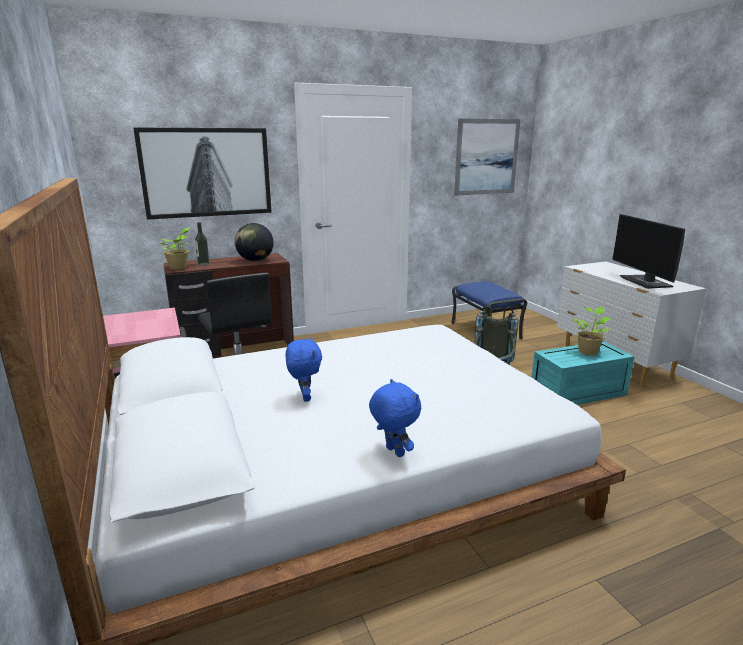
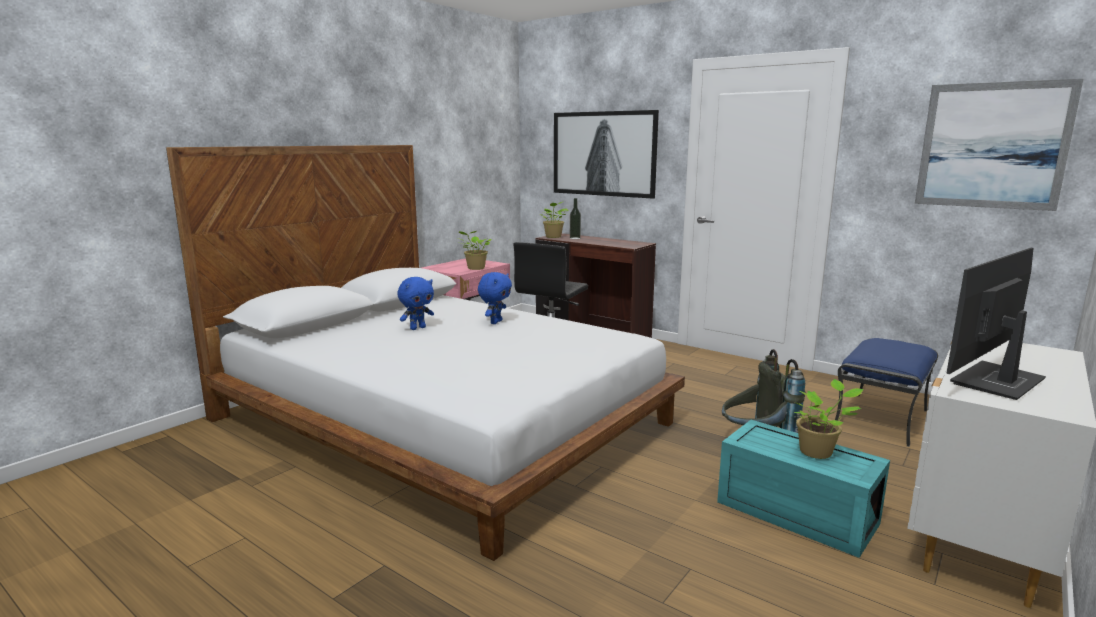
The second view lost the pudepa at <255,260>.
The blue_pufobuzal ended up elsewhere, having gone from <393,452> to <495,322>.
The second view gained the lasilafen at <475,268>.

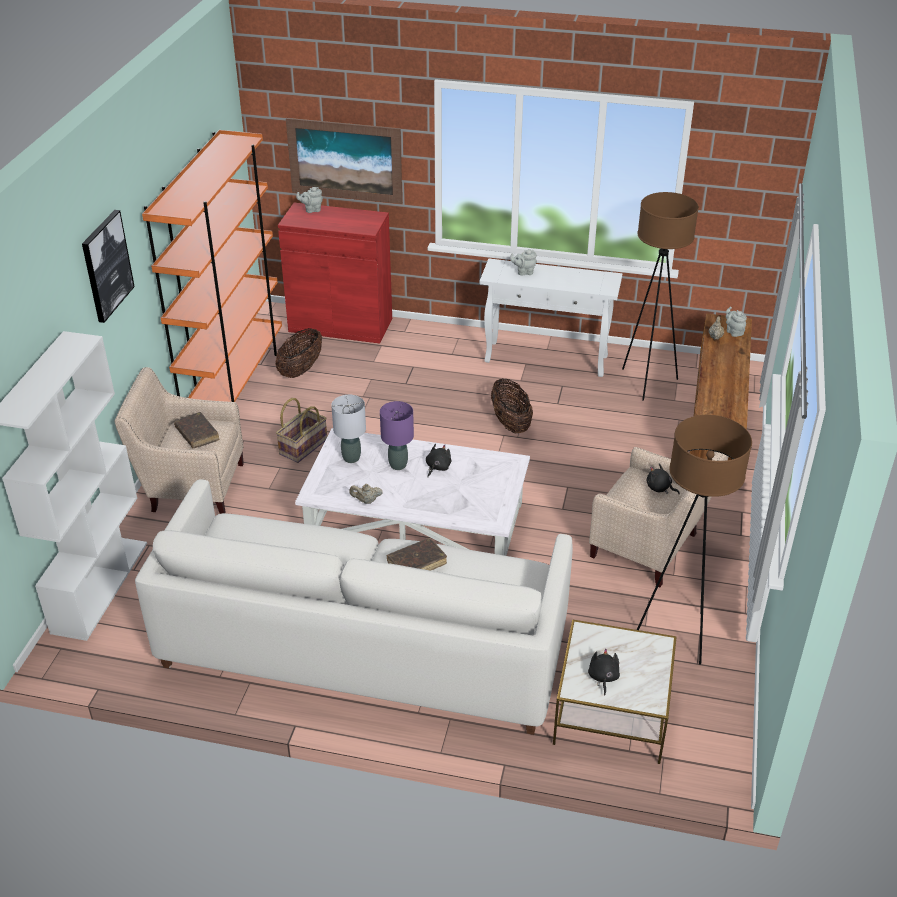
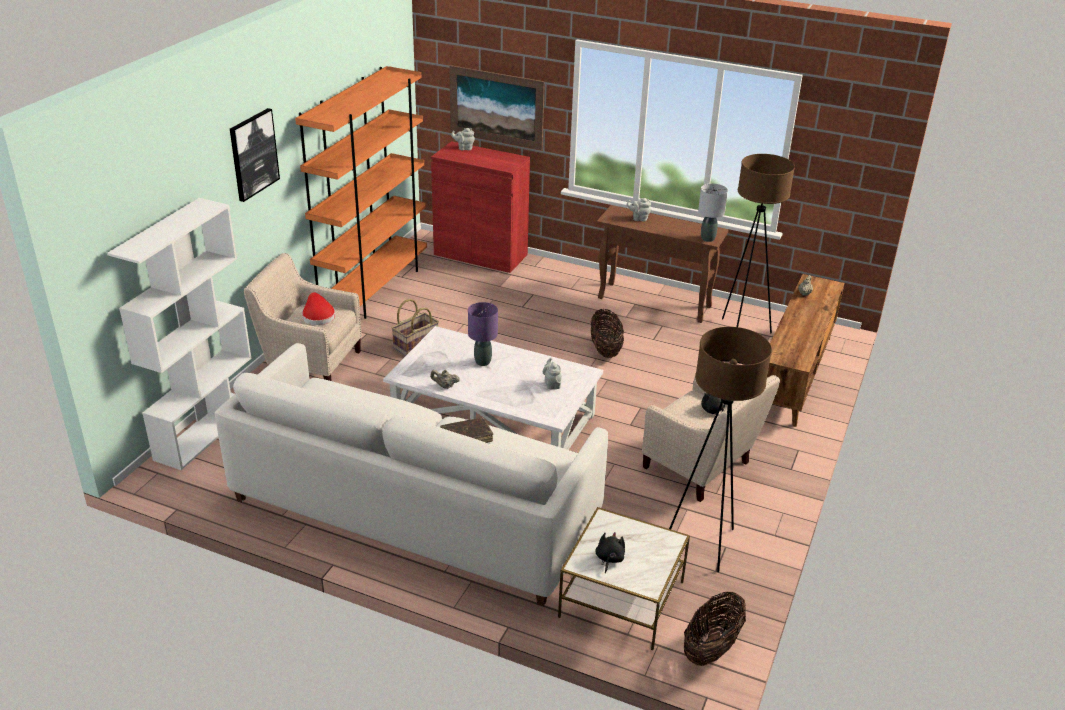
Where the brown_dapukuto stood at <197,434>, the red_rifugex came to stand at <318,316>.
The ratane ended up elsewhere, having gone from <300,369> to <711,648>.
The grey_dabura ended up elsewhere, having gone from <351,458> to <708,238>.
The second view lost the black_pufobuzal at <437,467>.
What was the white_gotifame at <547,359> turned into the brown_gotifame at <655,302>.
The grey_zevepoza ended up elsewhere, having gone from <733,332> to <552,384>.

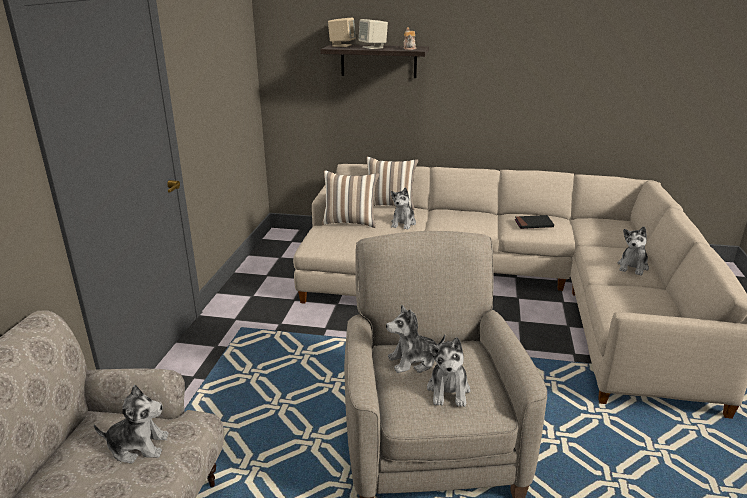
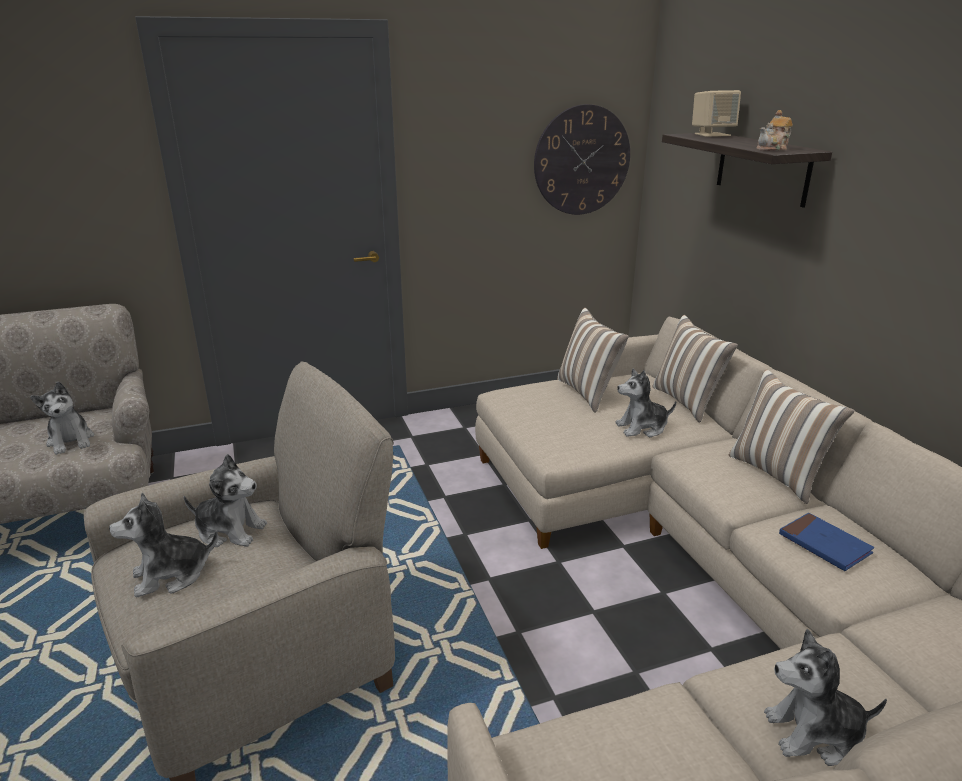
The second view lost the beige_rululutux at <373,47>.
The pufobuzal at <413,361> ended up facing another way, 150 degrees clockwise from before.
What was the black_dapukuto at <533,224> turned into the blue_dapukuto at <824,544>.
The second view gained the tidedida at <582,160>.
The second view gained the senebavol at <778,474>.

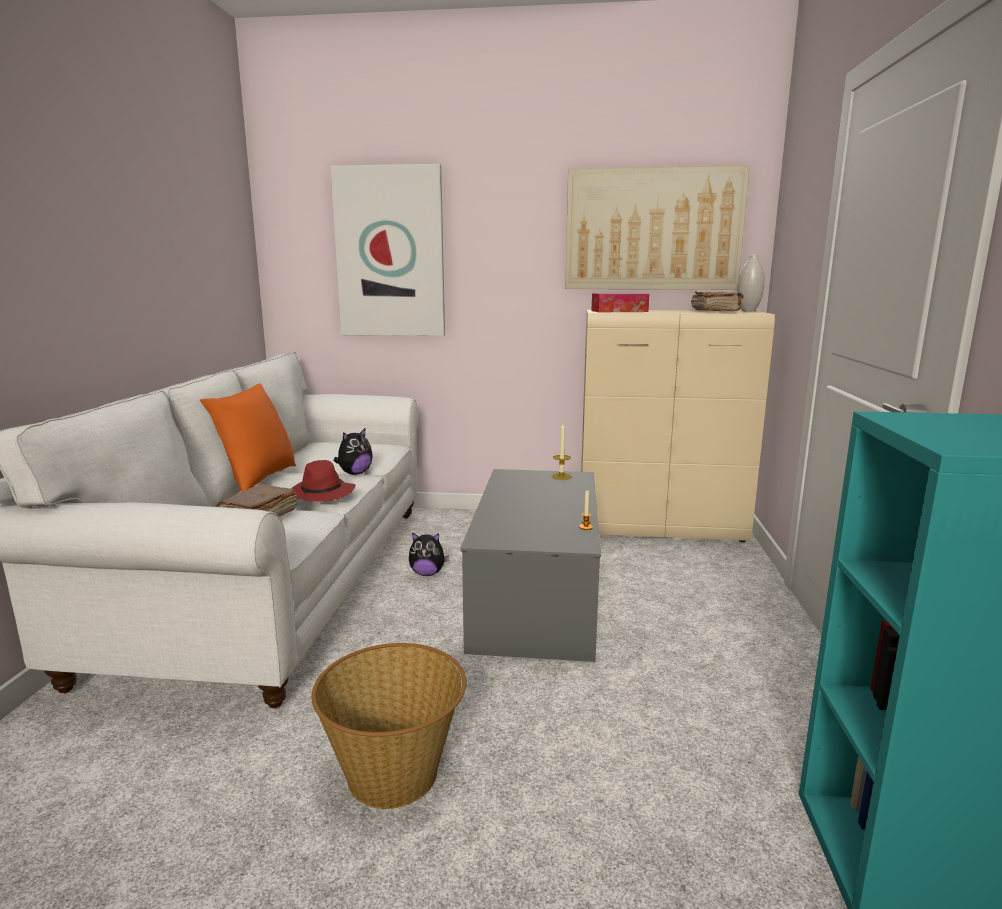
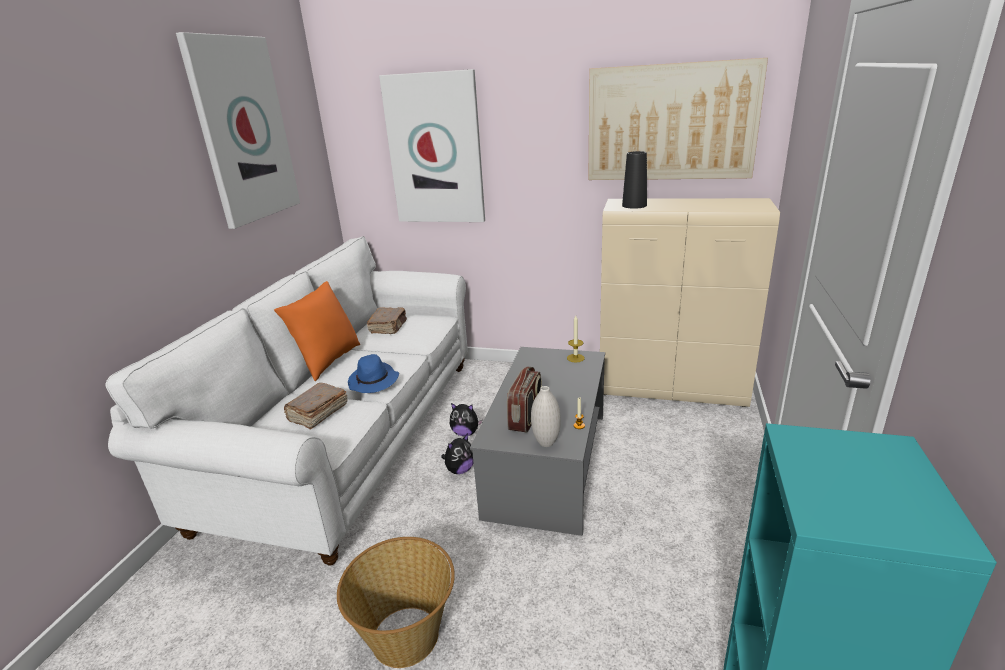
What was the red_rifugex at <323,494> turned into the blue_rifugex at <374,381>.
The pufobuzal ended up elsewhere, having gone from <355,473> to <460,470>.
Where the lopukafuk stood at <619,311>, the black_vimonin came to stand at <634,205>.
The brown_dapukuto ended up elsewhere, having gone from <715,311> to <389,327>.
The white_vimonin ended up elsewhere, having gone from <748,311> to <546,443>.
The second view gained the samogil at <243,131>.
The second view gained the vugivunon at <526,417>.

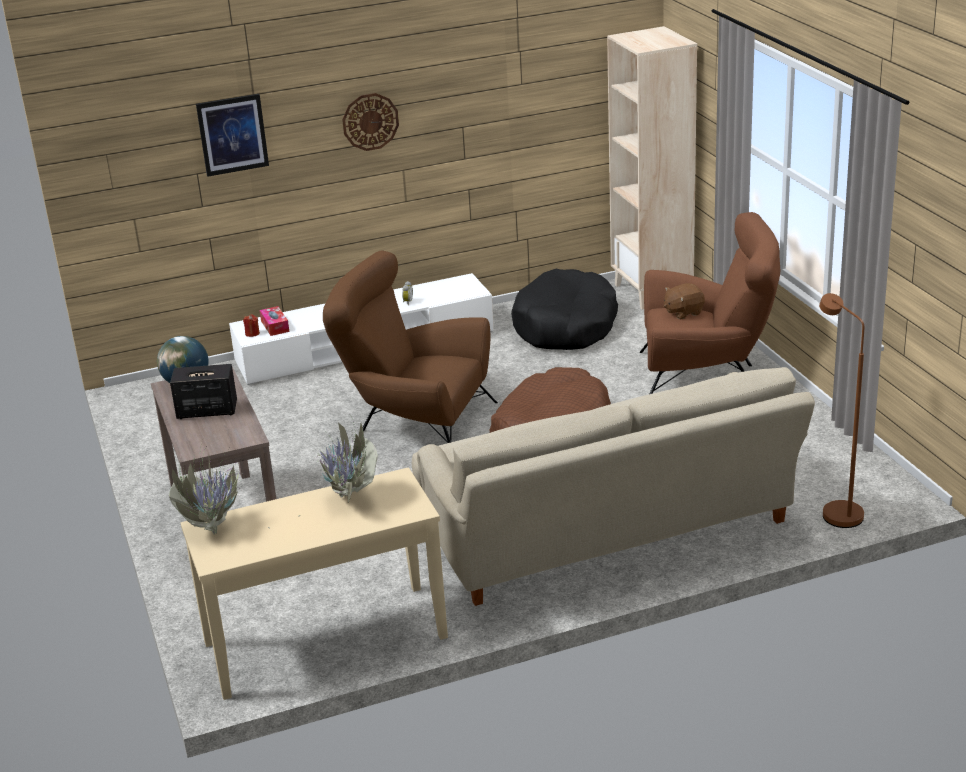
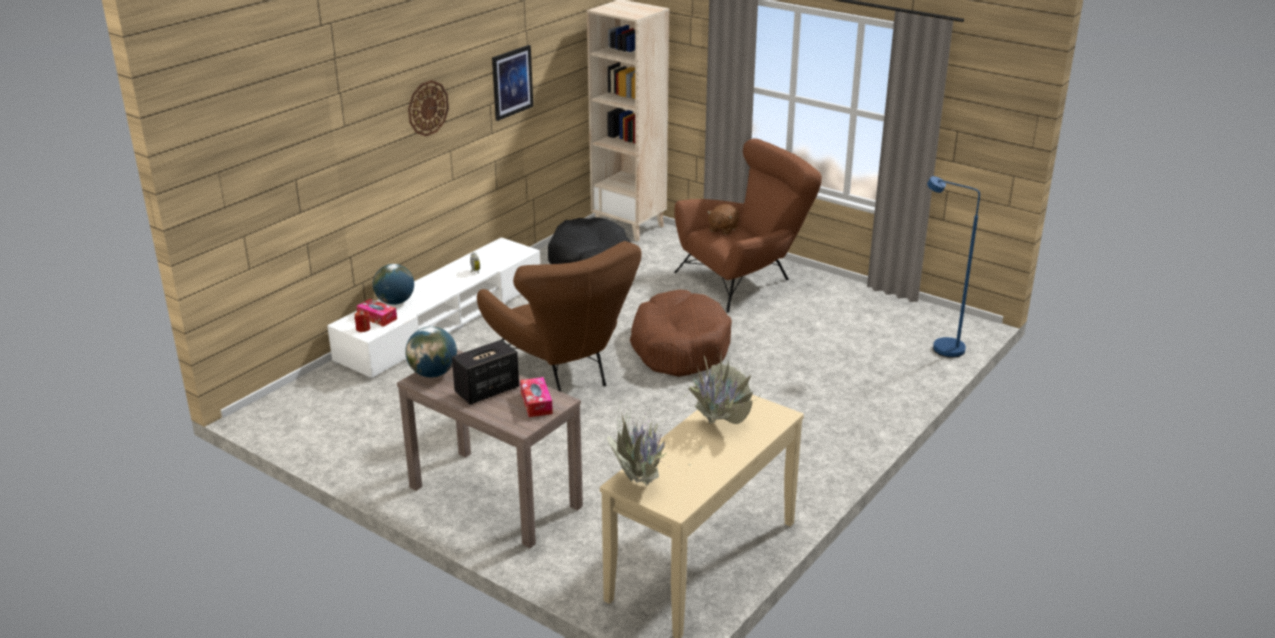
The samogil ended up elsewhere, having gone from <232,134> to <512,82>.
The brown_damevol at <414,424> ended up facing another way, 105 degrees counterclockwise from before.
The second view lost the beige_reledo at <609,532>.
What was the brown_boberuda at <836,510> turned into the blue_boberuda at <940,347>.
The second view gained the pudepa at <395,302>.
The second view gained the lopukafuk at <536,403>.

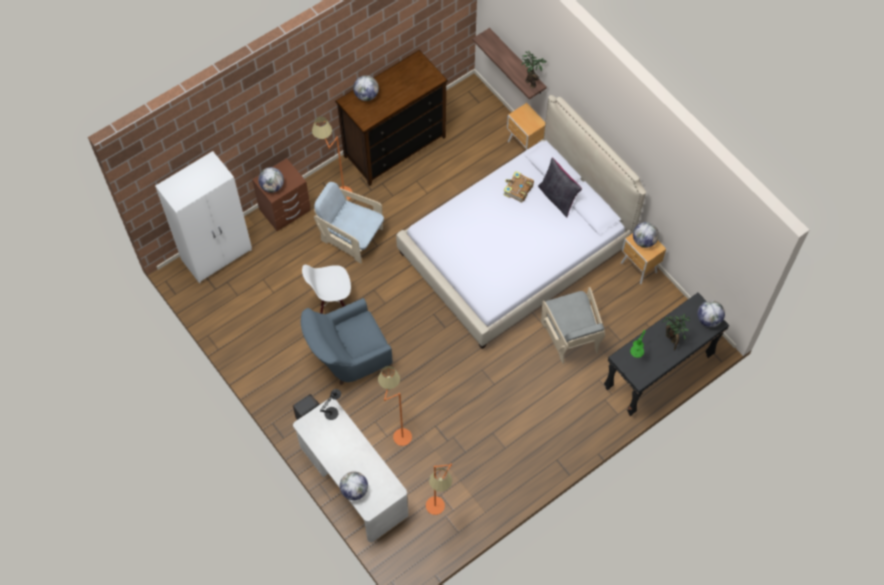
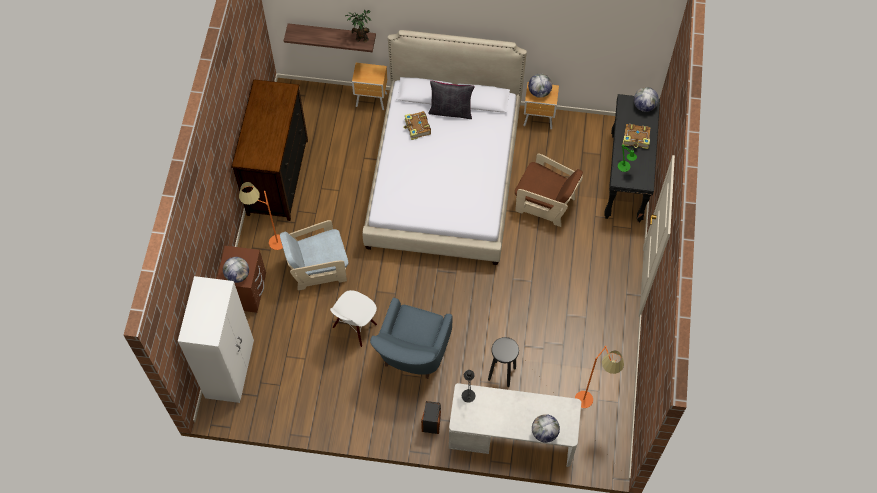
The second view lost the pudepa at <366,95>.
Where the orange_boberuda stood at <396,431>, the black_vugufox came to stand at <502,374>.
What was the grey_damevol at <570,336> turned into the brown_damevol at <545,203>.
Where the lasilafen stood at <672,339>, the dapukuto came to stand at <636,139>.

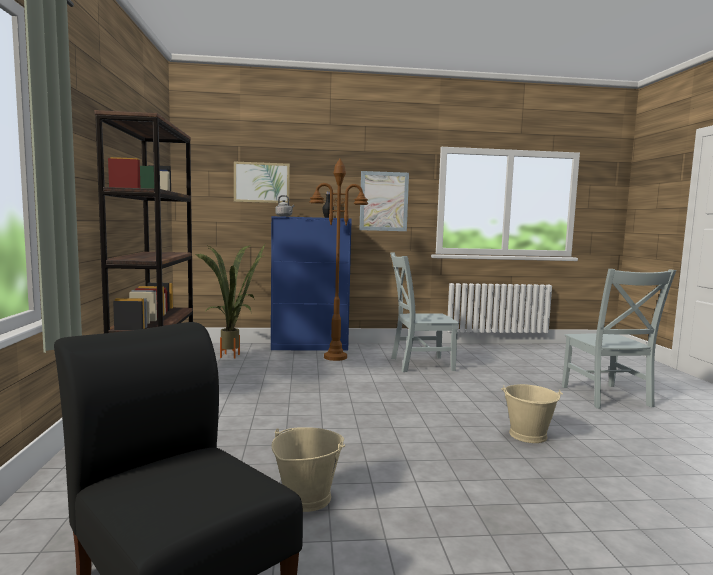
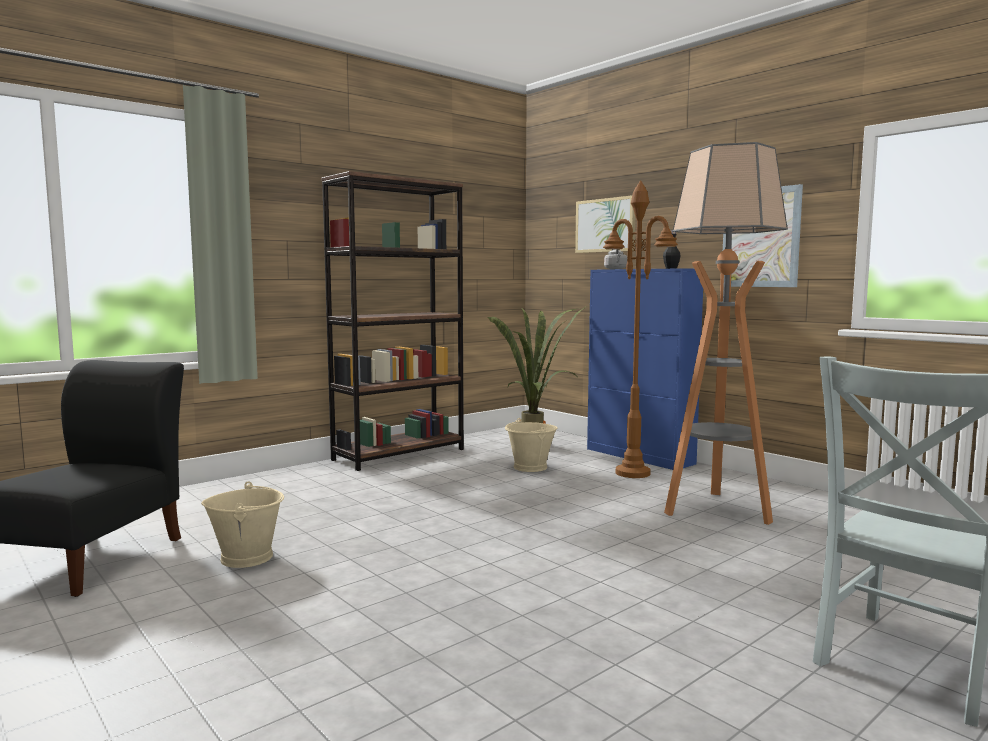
Where the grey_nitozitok stood at <418,364>, the boberuda came to stand at <717,510>.
The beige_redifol ended up elsewhere, having gone from <528,435> to <530,467>.

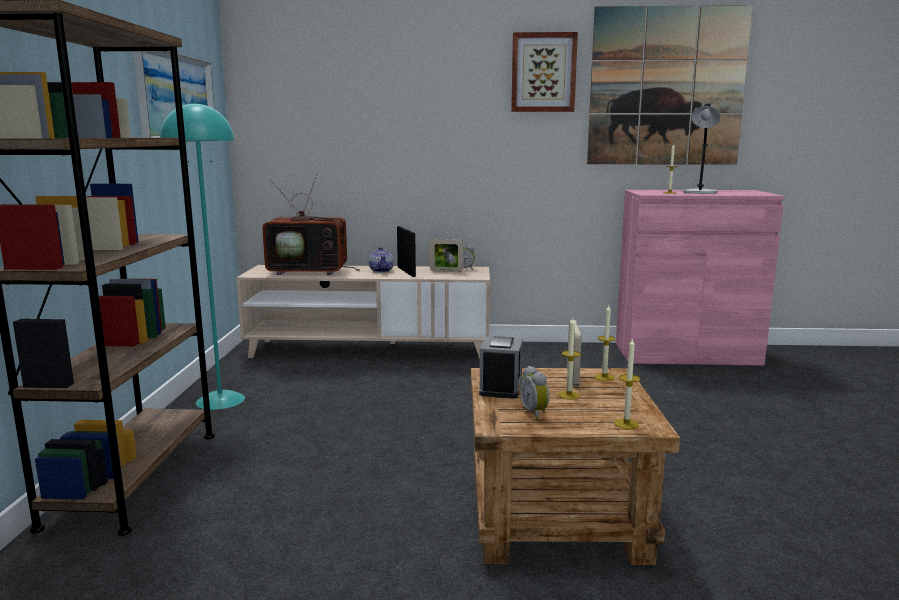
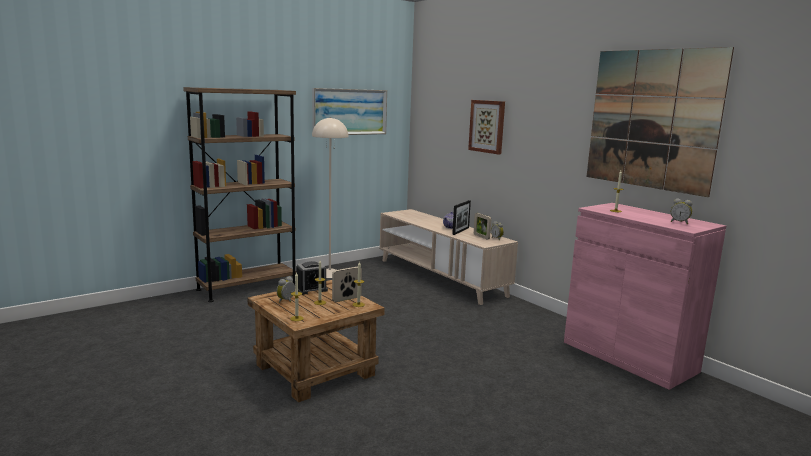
What was the turquoise_boberuda at <221,400> turned into the beige_boberuda at <330,274>.
The second view lost the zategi at <311,271>.
The samogil ended up elsewhere, having gone from <543,72> to <487,126>.
The second view lost the grey_dabura at <700,192>.
The second view gained the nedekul at <679,222>.

